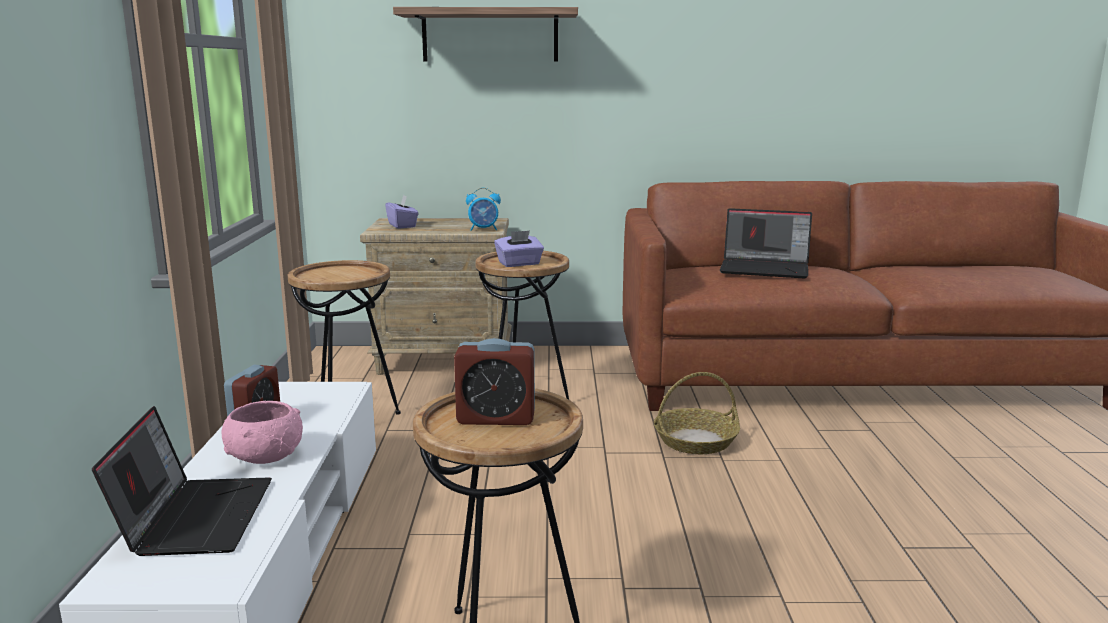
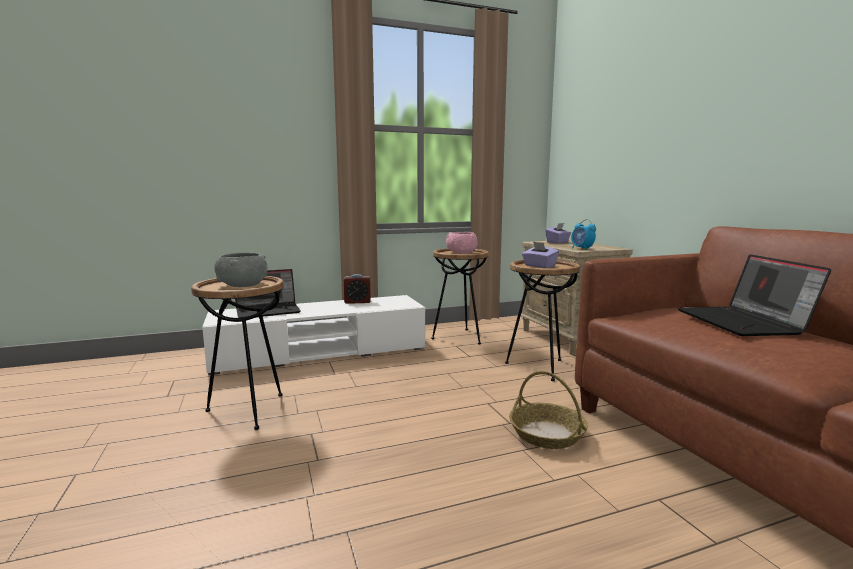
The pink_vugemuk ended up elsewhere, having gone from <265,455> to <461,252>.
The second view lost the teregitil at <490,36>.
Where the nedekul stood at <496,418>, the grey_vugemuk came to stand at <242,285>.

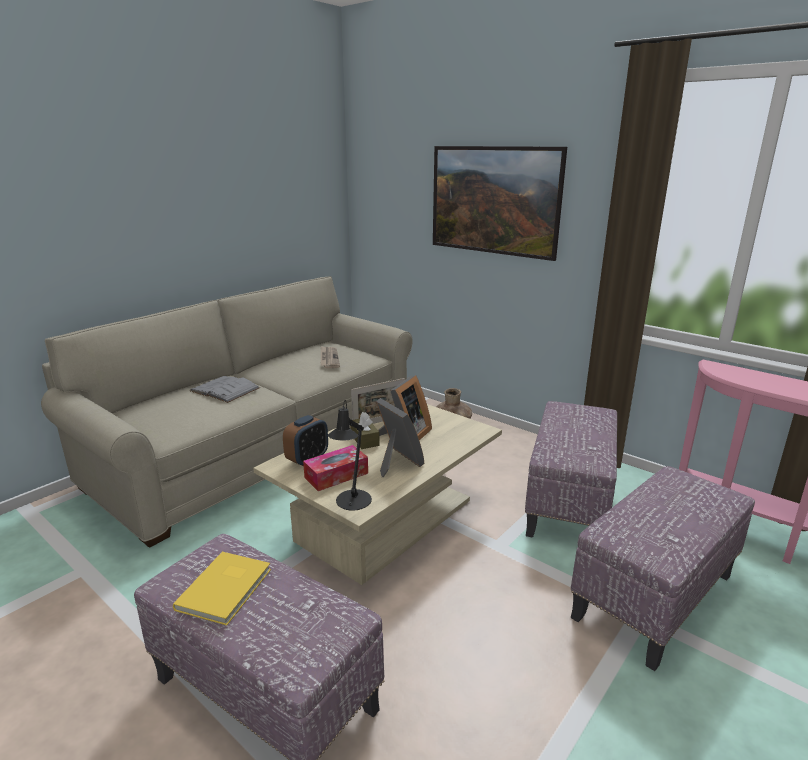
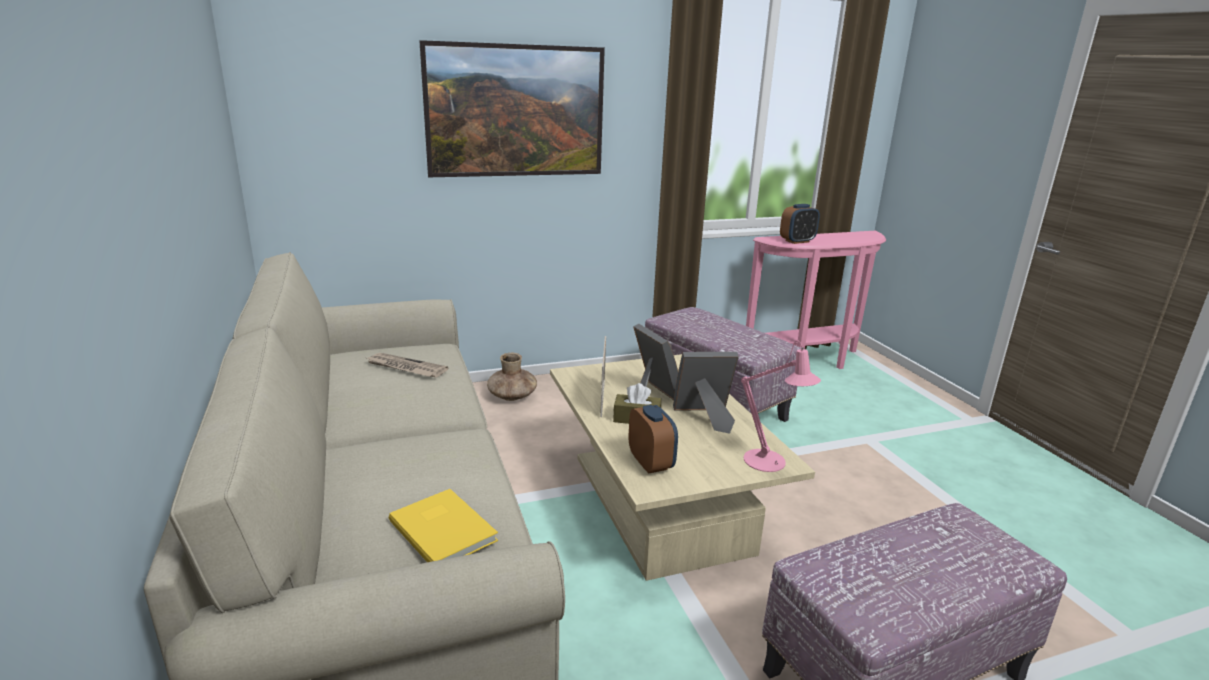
The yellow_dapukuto ended up elsewhere, having gone from <227,588> to <444,529>.
The second view lost the grey_dapukuto at <225,389>.
The second view lost the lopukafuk at <336,475>.
What was the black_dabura at <352,503> turned into the pink_dabura at <770,463>.
The second view lost the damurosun at <653,595>.
The second view gained the nedekul at <797,241>.

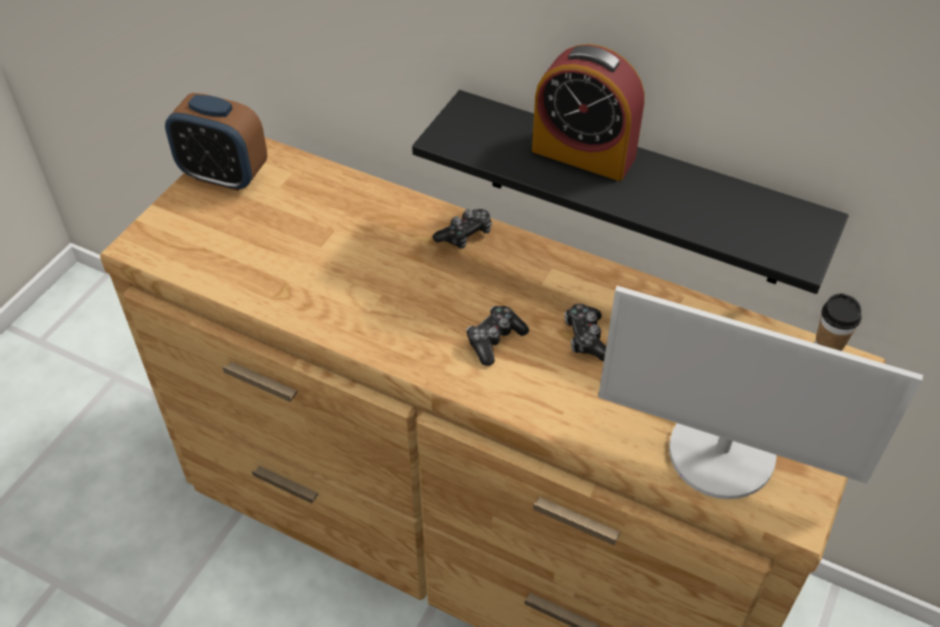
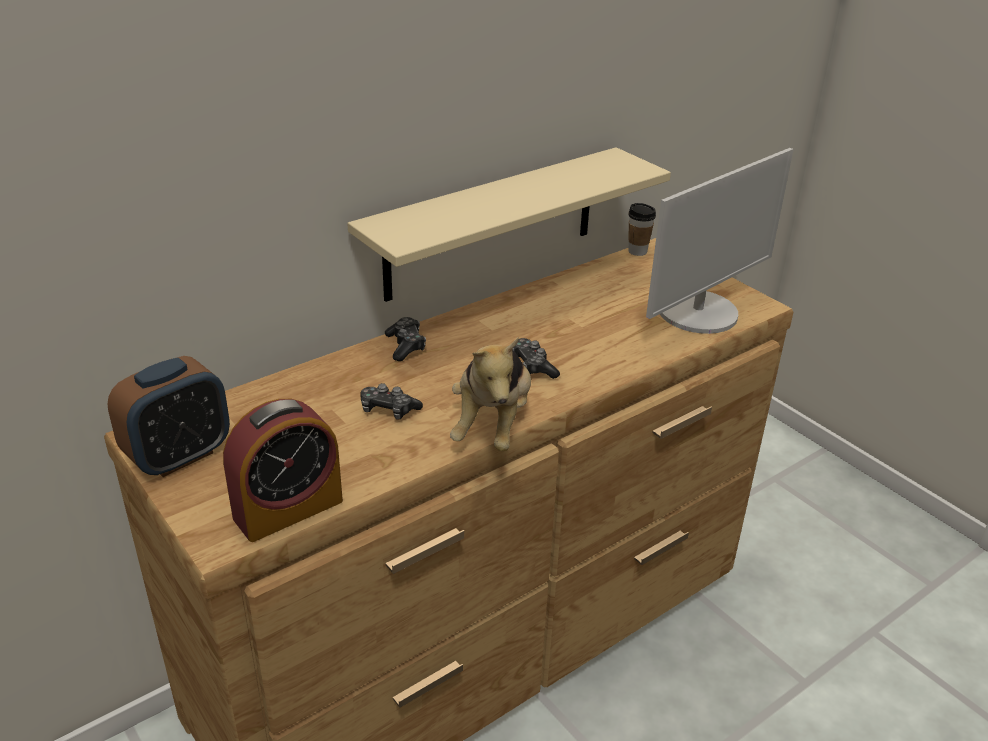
What was the black_teregitil at <635,191> turned into the beige_teregitil at <492,224>.
The nedekul ended up elsewhere, having gone from <583,154> to <288,509>.
The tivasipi ended up elsewhere, having gone from <586,338> to <388,410>.
The second view gained the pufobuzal at <492,424>.

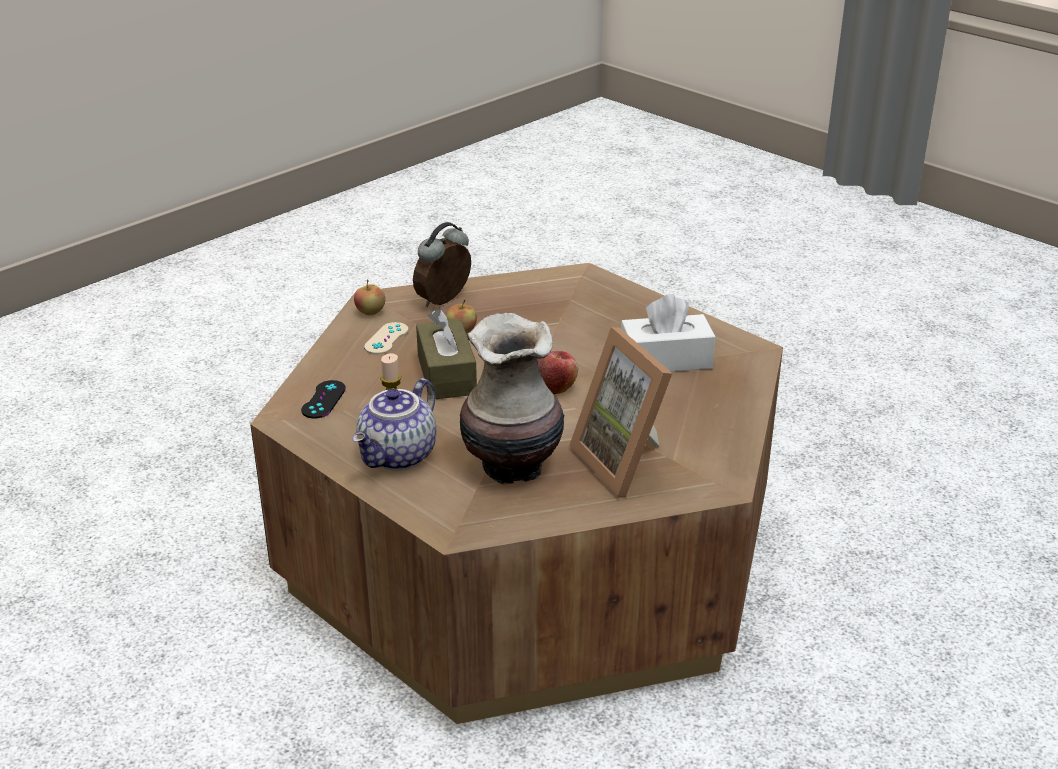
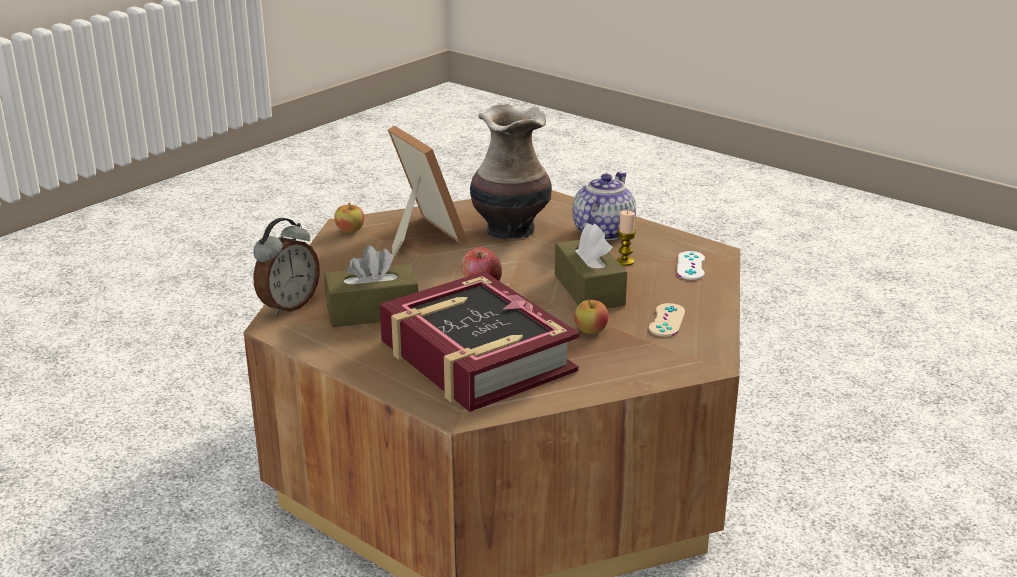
What was the black_tivasipi at <323,400> turned into the white_tivasipi at <691,266>.
The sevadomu ended up elsewhere, having gone from <370,312> to <350,231>.
The nedekul ended up elsewhere, having gone from <445,301> to <288,306>.
What was the white_lopukafuk at <665,360> turned into the brown_lopukafuk at <372,312>.
The second view gained the dapukuto at <475,357>.

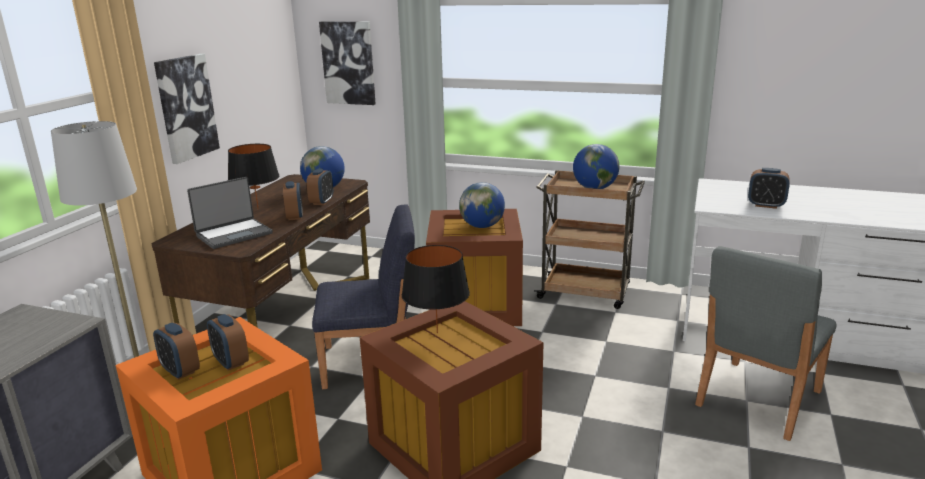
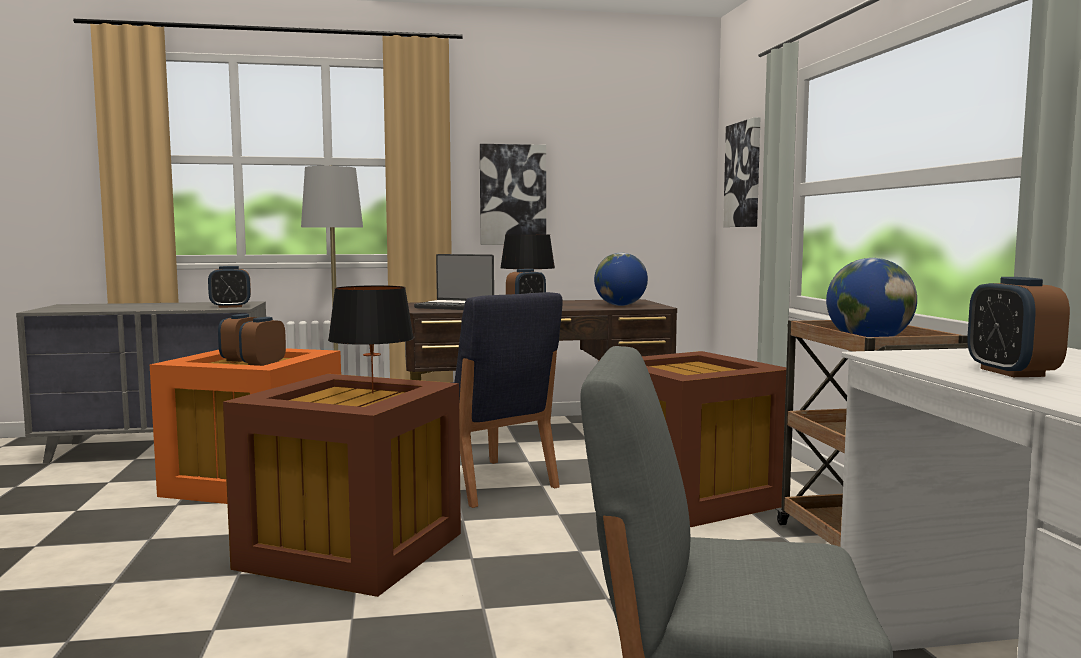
The nedekul ended up elsewhere, having gone from <322,202> to <230,306>.
The second view lost the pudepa at <482,226>.

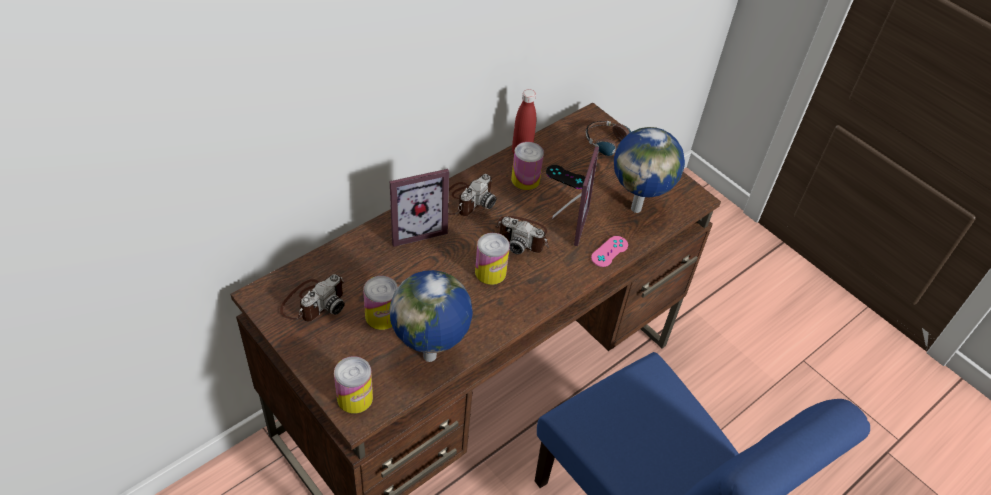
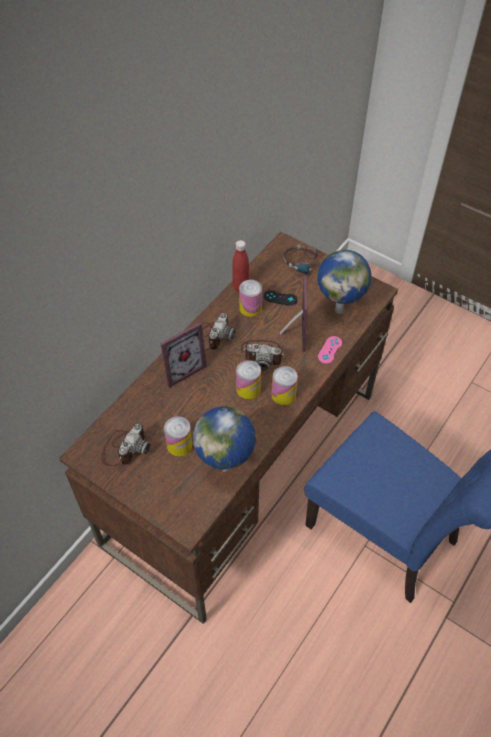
The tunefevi ended up elsewhere, having gone from <355,398> to <283,395>.

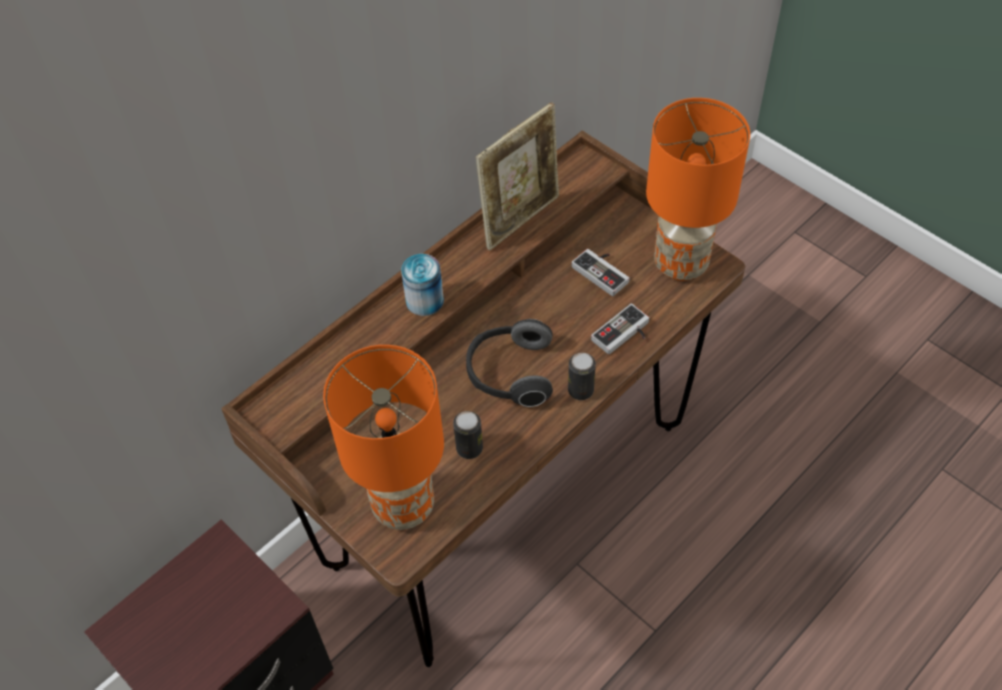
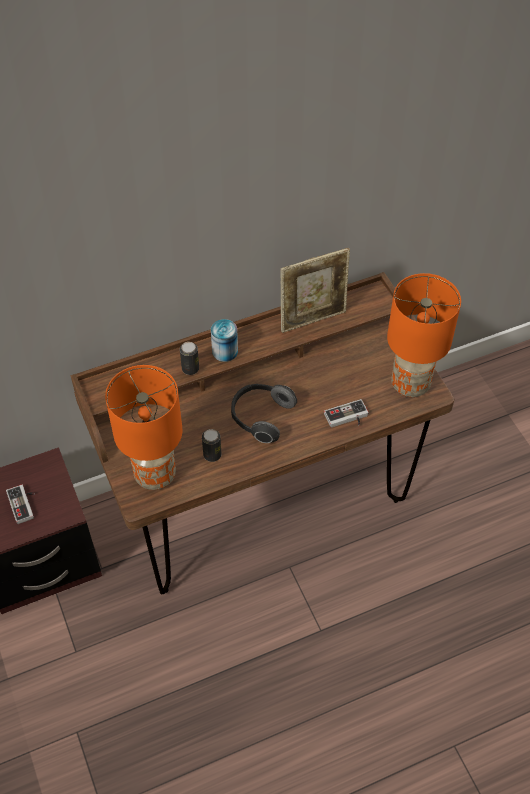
The tunefevi ended up elsewhere, having gone from <580,390> to <190,368>.
The tivasipi ended up elsewhere, having gone from <603,271> to <24,504>.

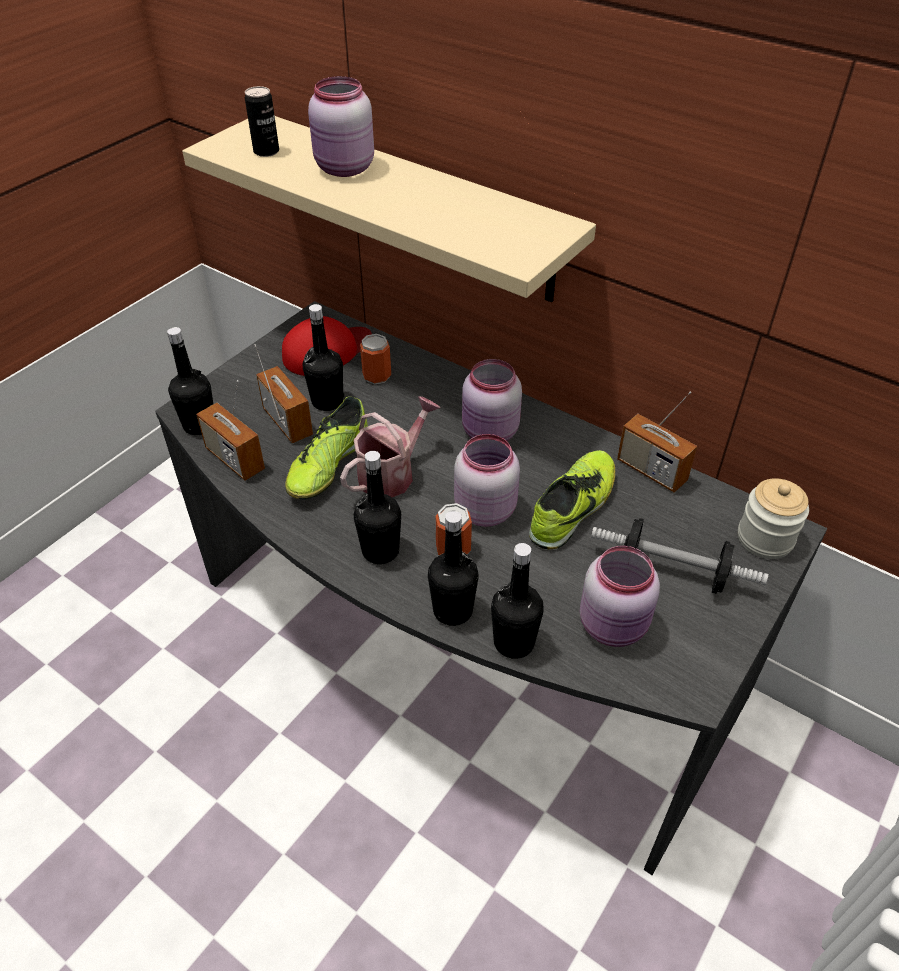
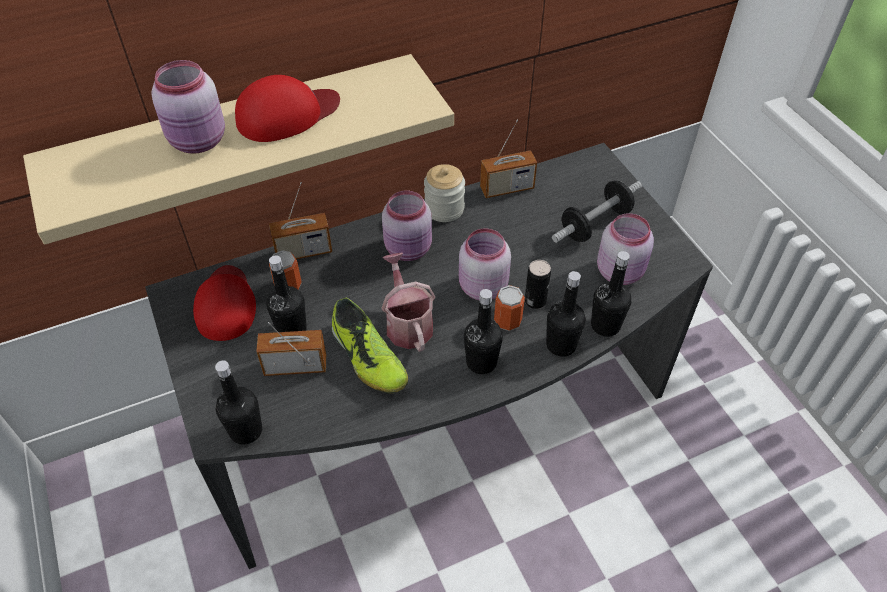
The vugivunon ended up elsewhere, having gone from <235,459> to <303,251>.
The tunefevi ended up elsewhere, having gone from <266,151> to <535,301>.
The second view lost the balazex at <573,507>.
The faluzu ended up elsewhere, having gone from <765,538> to <444,209>.
The second view gained the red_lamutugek at <287,115>.

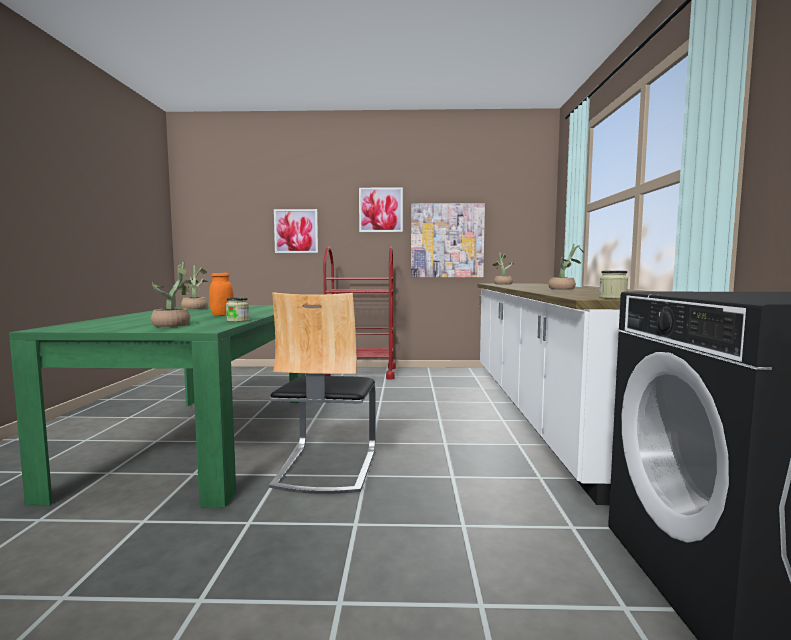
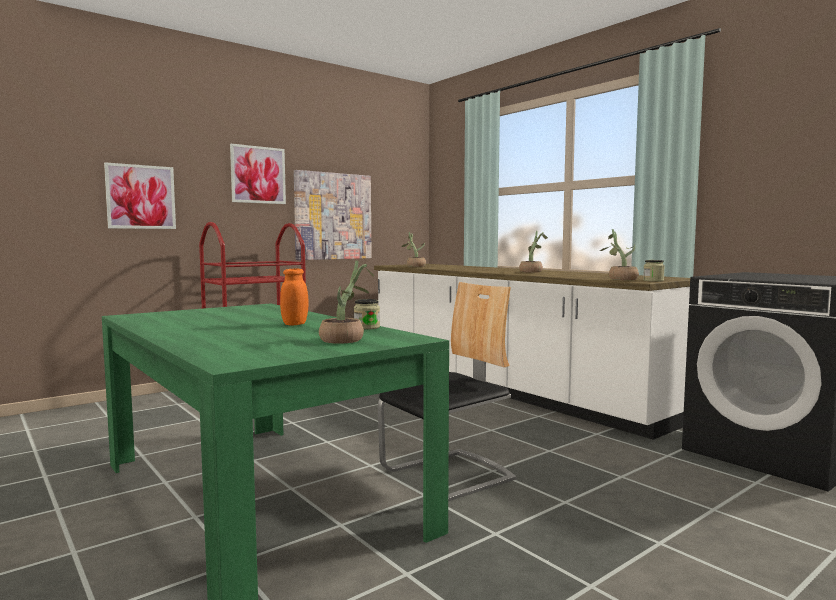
The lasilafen ended up elsewhere, having gone from <195,308> to <619,279>.
The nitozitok at <326,467> ended up facing another way, 90 degrees counterclockwise from before.

